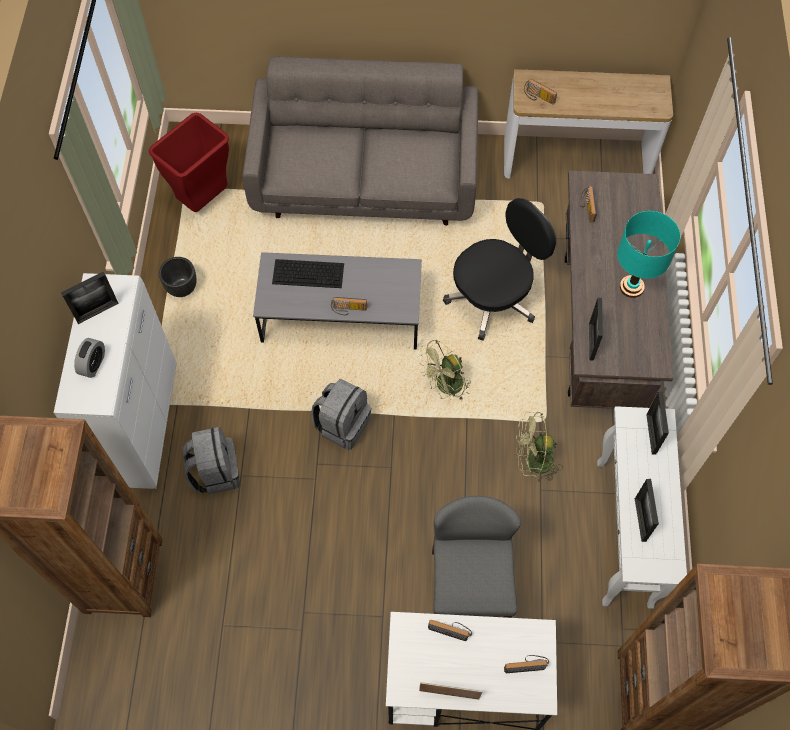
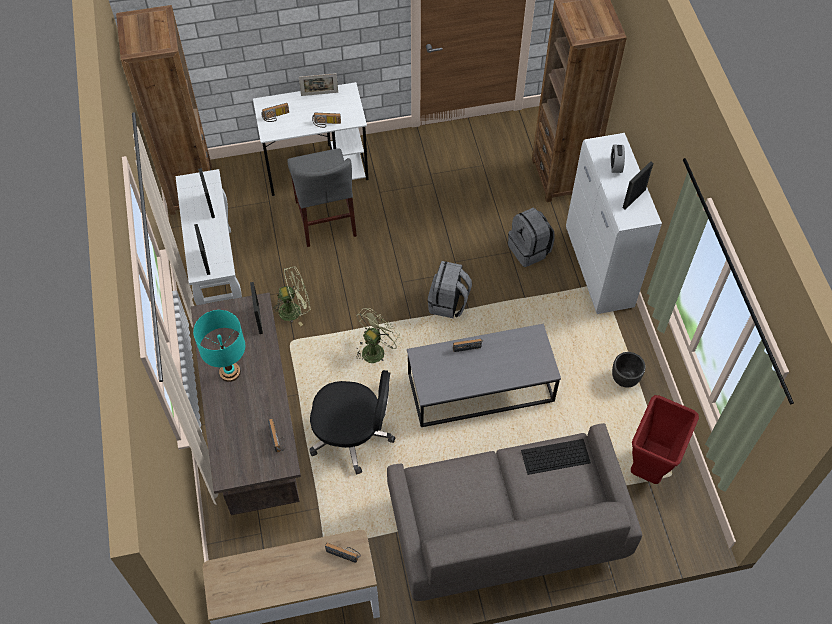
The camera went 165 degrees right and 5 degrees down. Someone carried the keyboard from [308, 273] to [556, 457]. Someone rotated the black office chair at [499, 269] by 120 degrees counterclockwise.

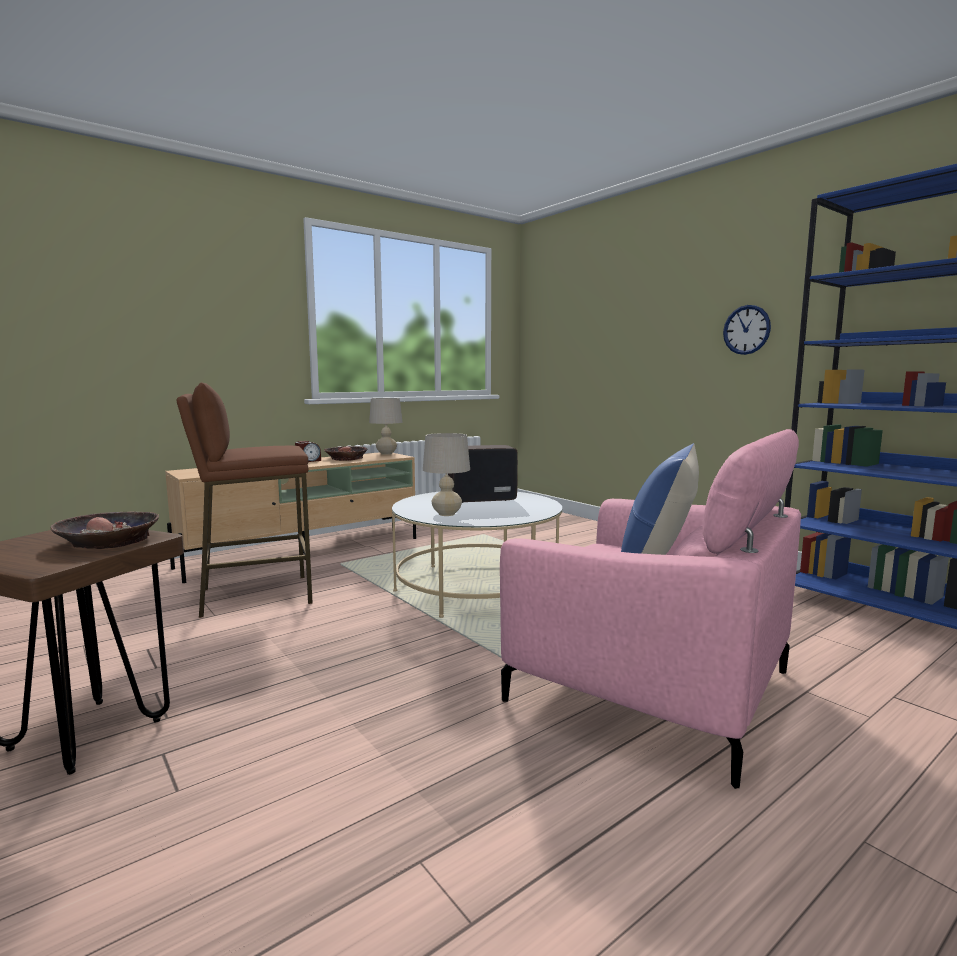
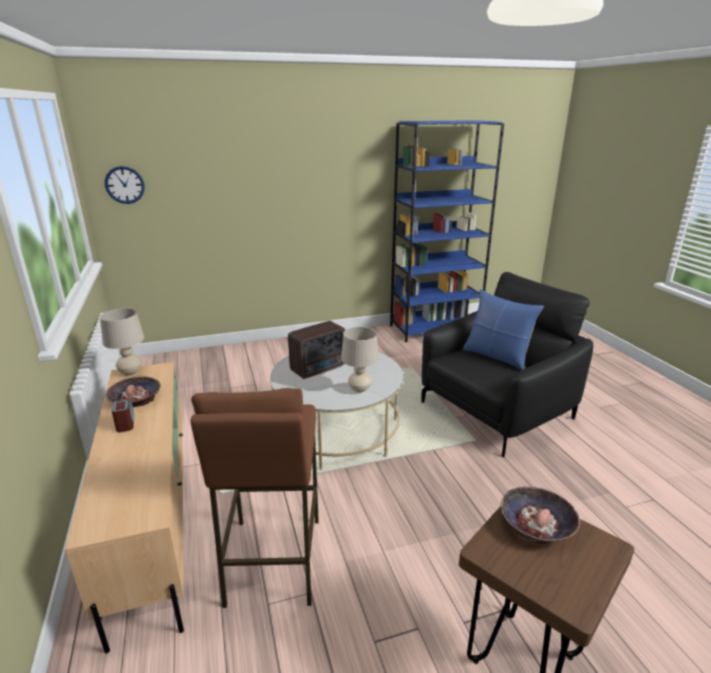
The camera went 70 degrees left and 15 degrees up. Someone rotated the radio at [483, 474] by 135 degrees counterclockwise. Someone repainted the pink armchair at [650, 609], which became the black armchair at [507, 364]. Someone carried the wall clock from [747, 330] to [125, 185].

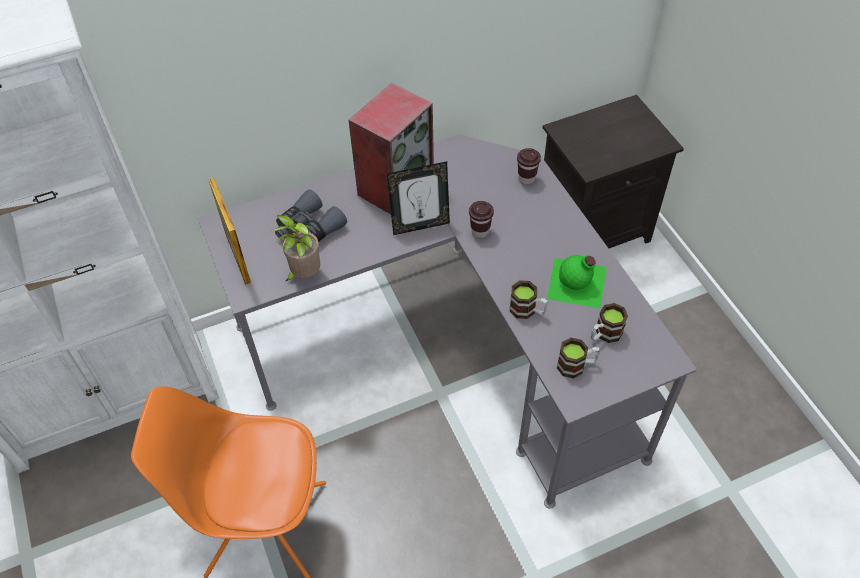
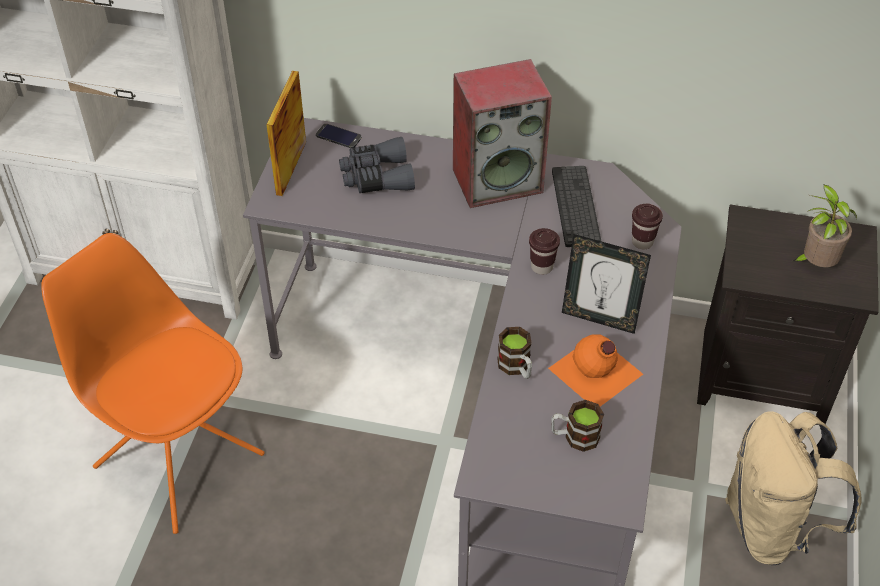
The camera went 35 degrees right and 5 degrees down. Someone carried the potted plant from [295, 248] to [825, 226]. Someone carried the picture frame from [418, 198] to [606, 284]. Someone repainted the green bottle at [576, 281], which became the orange bottle at [595, 370]. Someone took away the mug at [578, 358]. Someone put down the phone at [339, 136]. Someone put down the keyboard at [576, 206]. Someone put down the beige backpack at [793, 488].

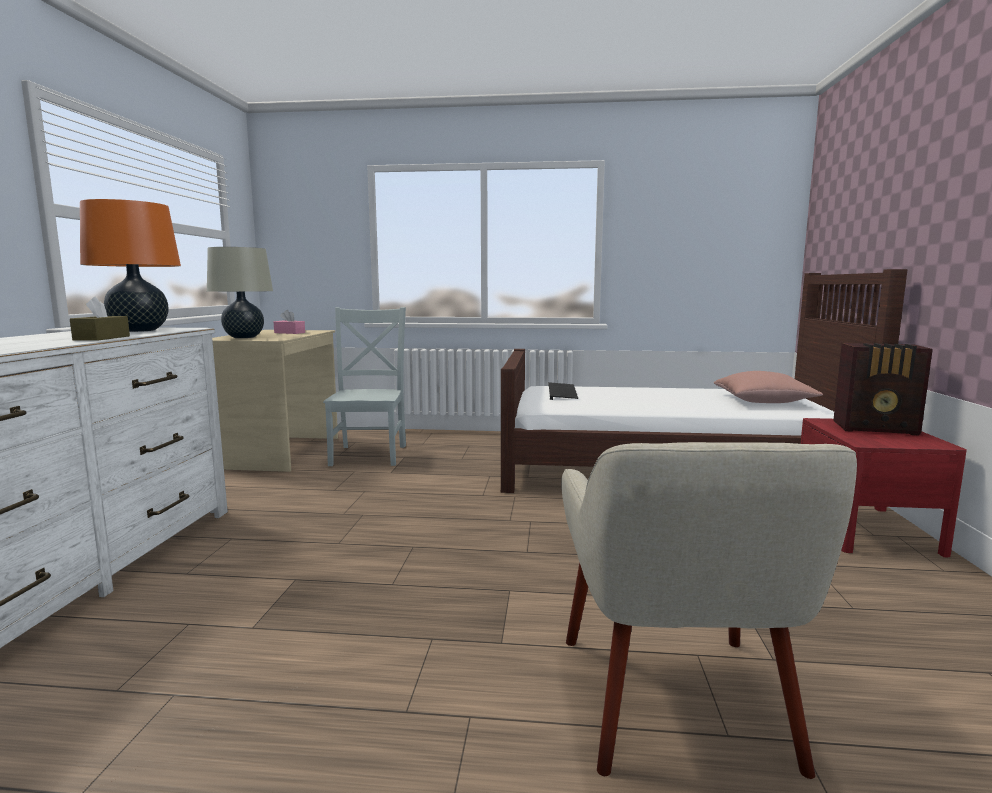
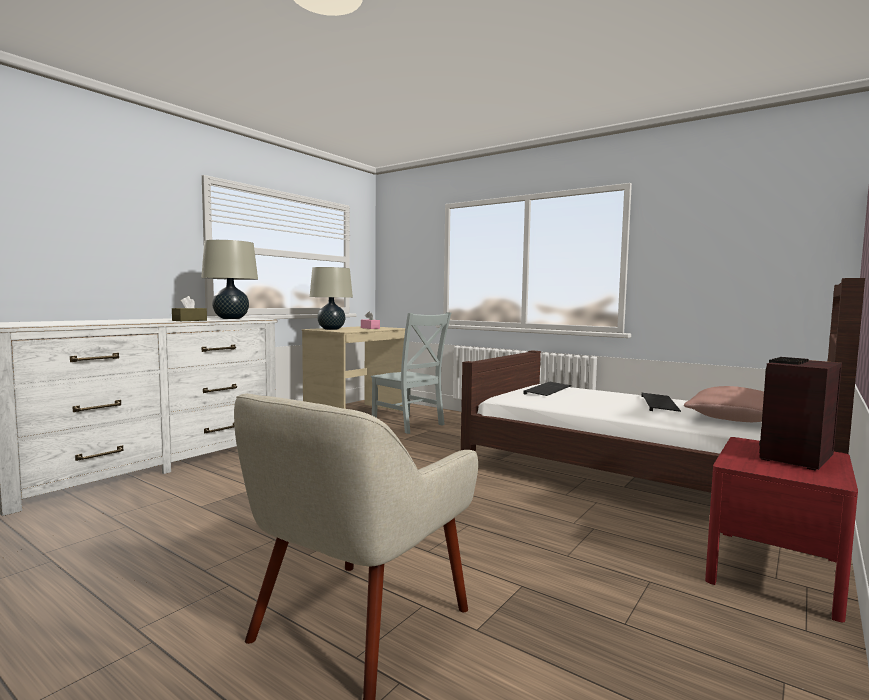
The camera went 30 degrees right and 5 degrees down. Someone repainted the orange table lamp at [130, 265], which became the beige table lamp at [229, 279]. Someone rotated the grey chair at [364, 386] by 105 degrees clockwise. Someone rotated the radio at [883, 389] by 90 degrees clockwise. Someone put down the keyboard at [661, 402].

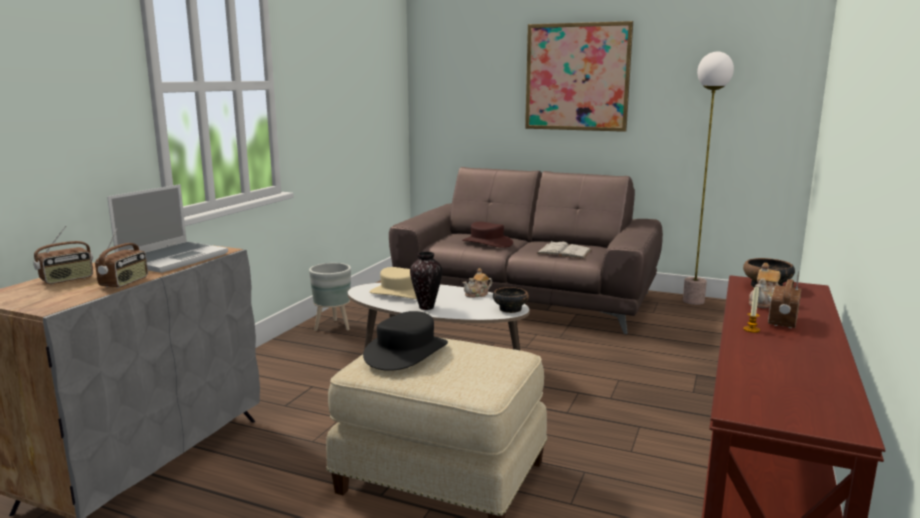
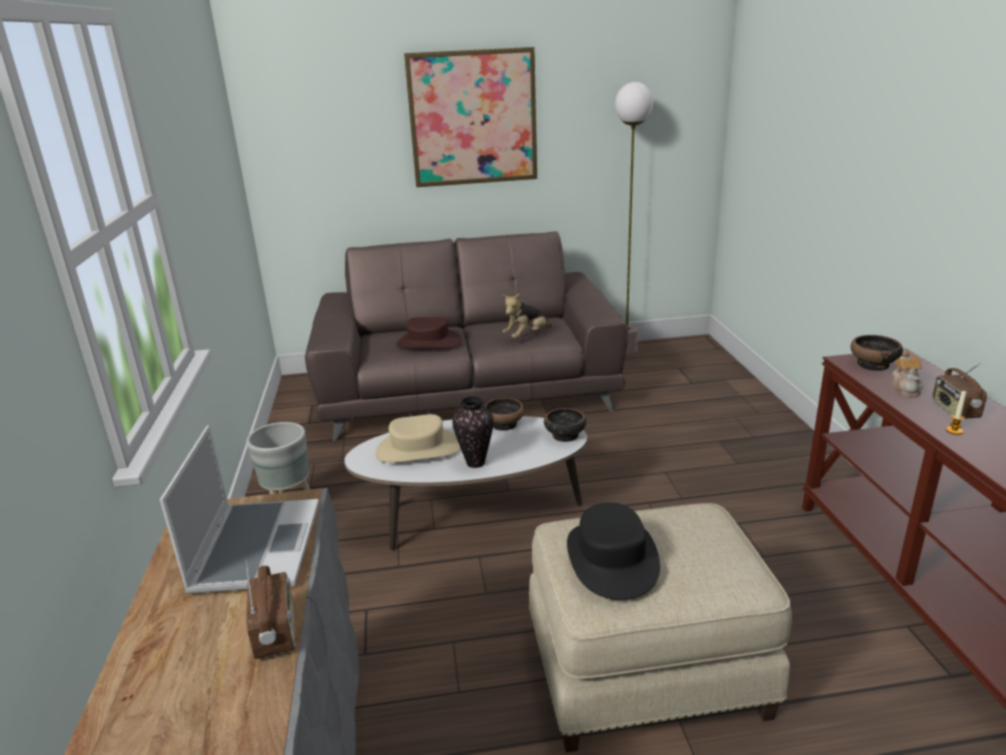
The camera went 30 degrees left and 10 degrees up. Someone took away the radio at [63, 255]. Someone swapped the teapot at [477, 283] for the bowl at [504, 414]. Someone swapped the white book at [563, 250] for the plush toy at [527, 316].

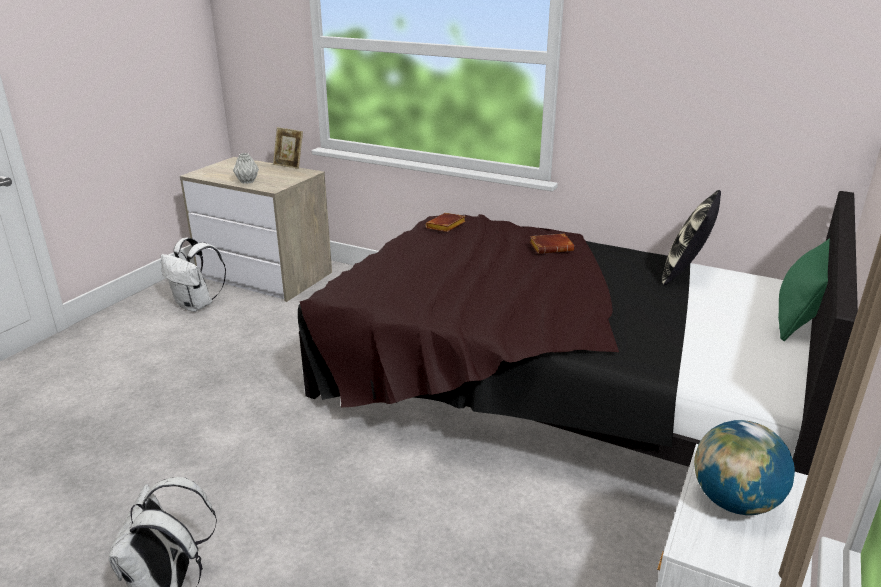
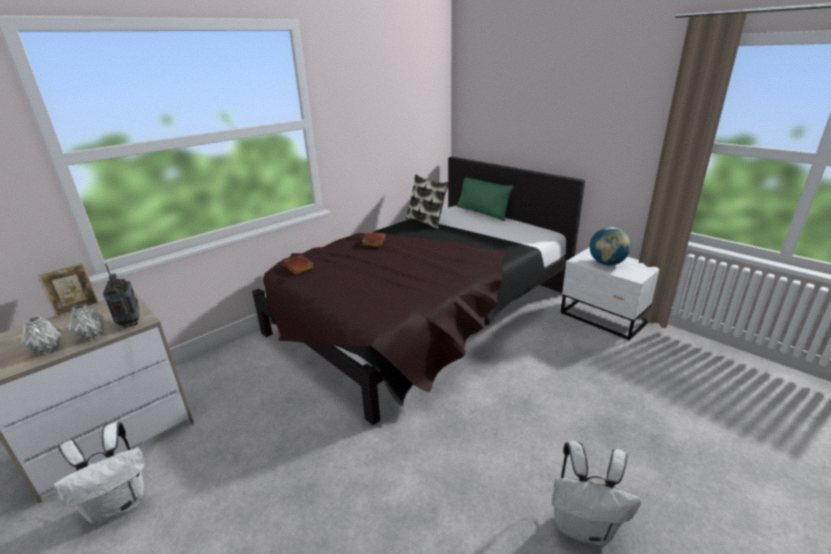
The camera went 70 degrees left and 0 degrees up. Someone put down the grey vase at [41, 335]. Someone put down the radio at [121, 295].

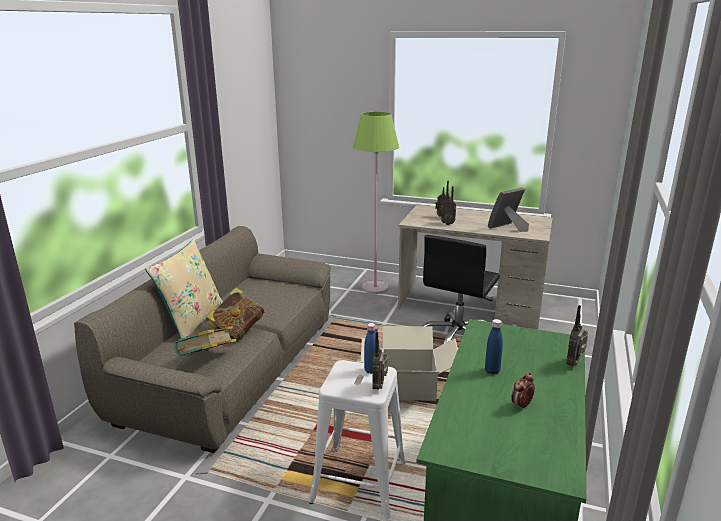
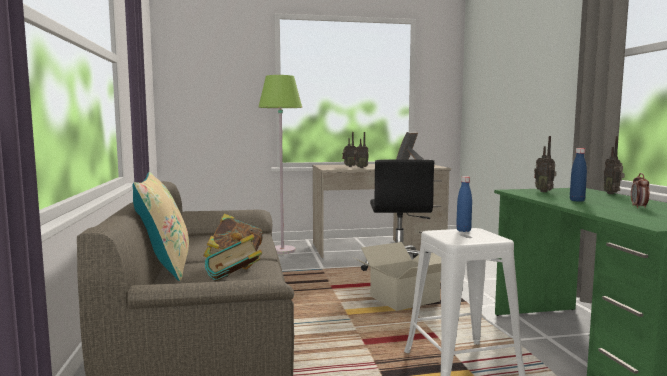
The camera went 30 degrees left and 15 degrees down. Someone carried the radio from [380, 360] to [545, 164].

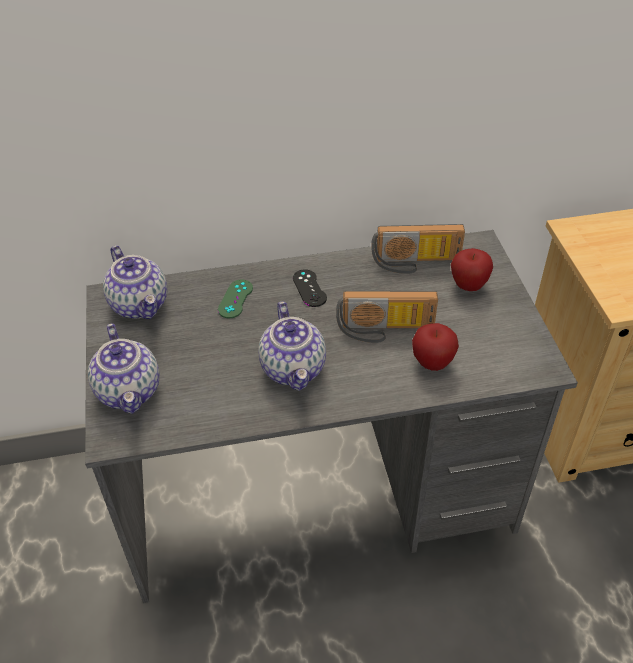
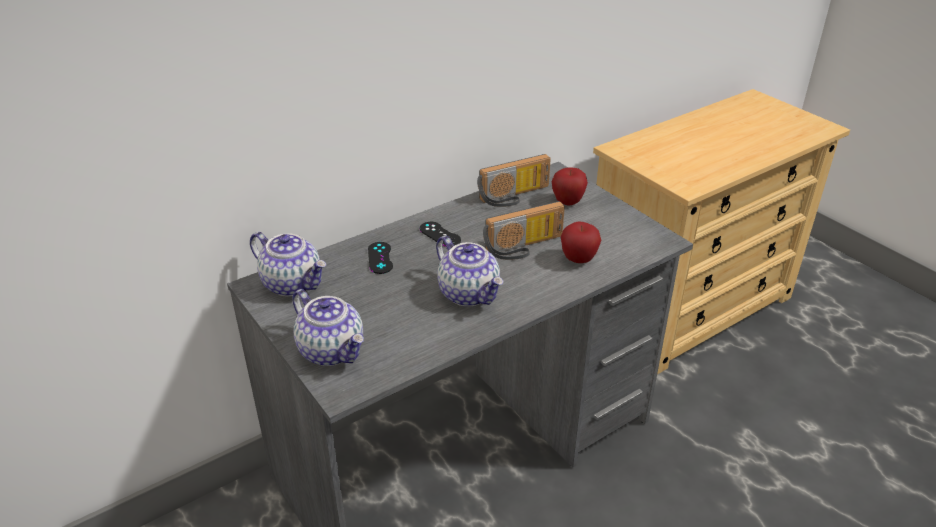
The camera went 25 degrees left and 10 degrees down. Someone repainted the green game controller at [235, 299], which became the black game controller at [380, 258].

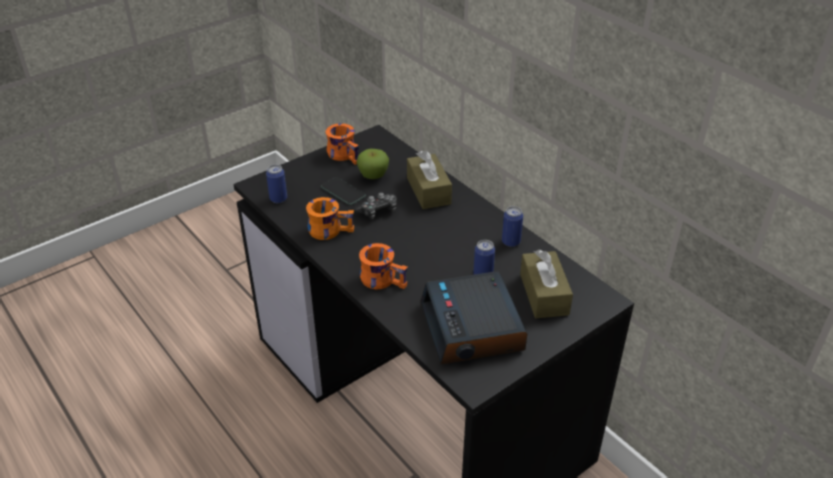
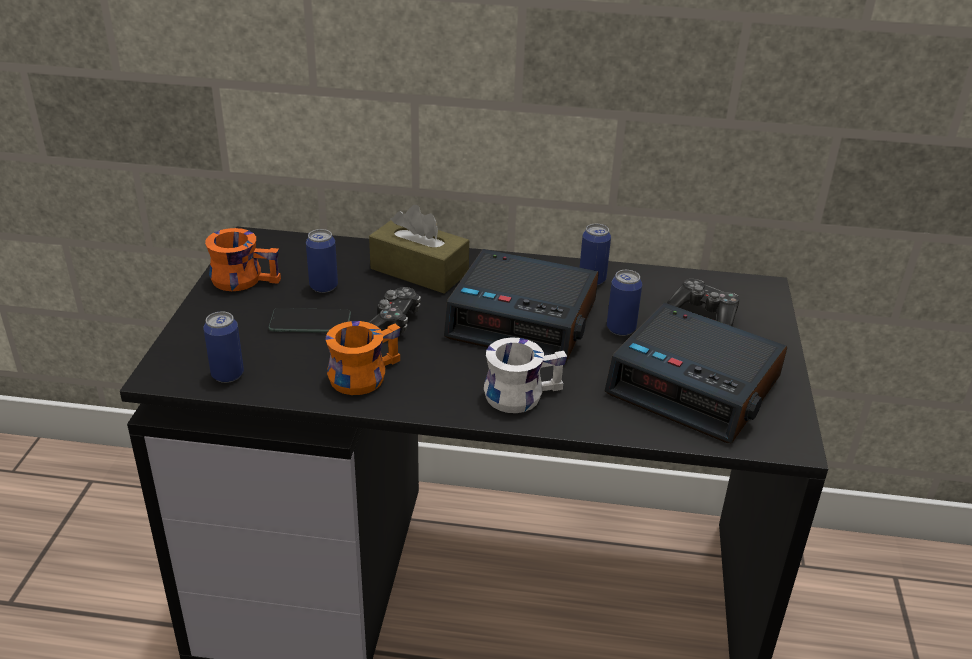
The camera went 45 degrees left and 5 degrees down. Someone swapped the apple at [372, 164] for the can at [322, 261]. Someone repainted the orange mug at [383, 266], which became the white mug at [525, 375]. Someone swapped the brown tissue box at [546, 284] for the game controller at [703, 302]. Someone put down the alarm clock at [521, 306].

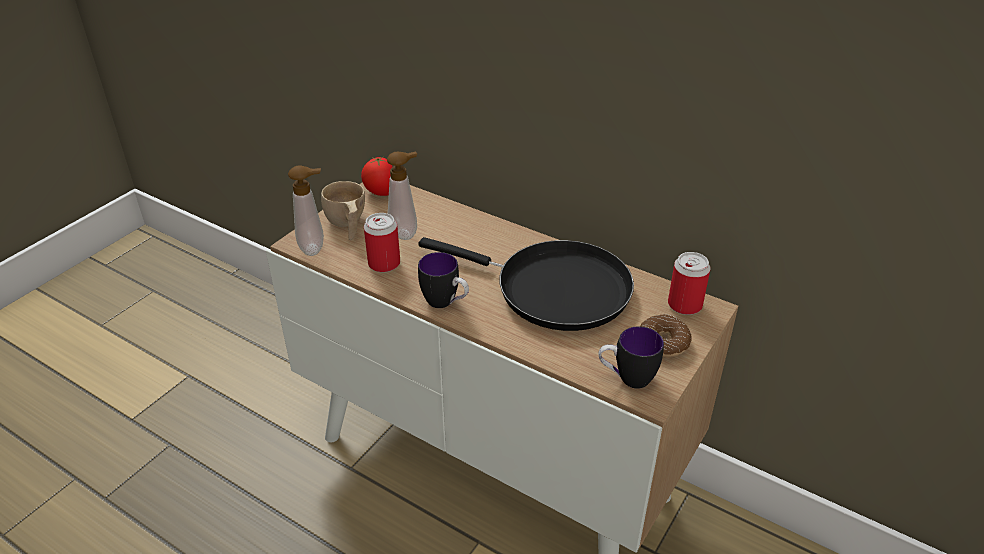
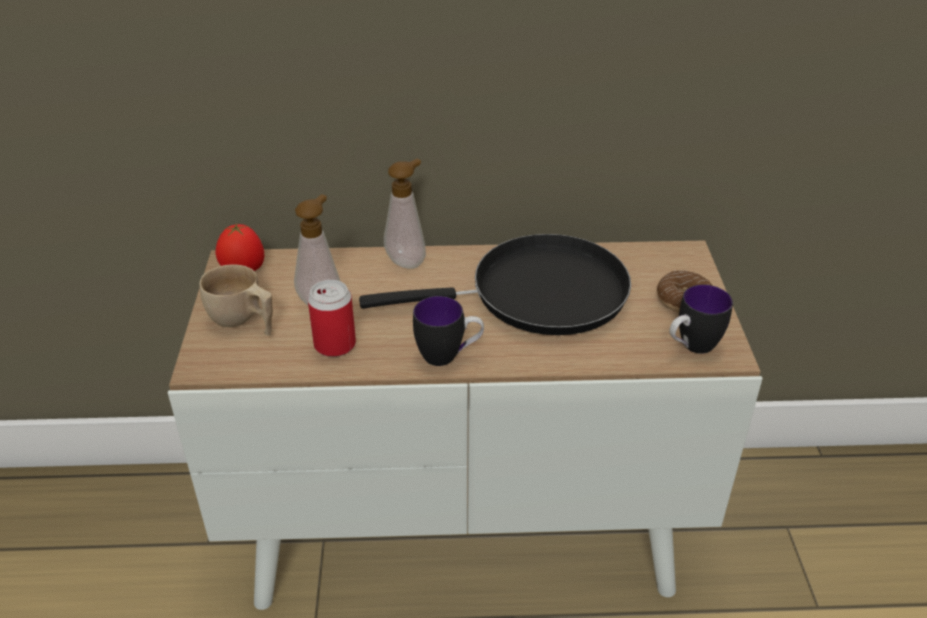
The camera went 35 degrees left and 0 degrees up. Someone carried the soap dispenser from [306, 211] to [405, 214]. Someone took away the can at [689, 283].

